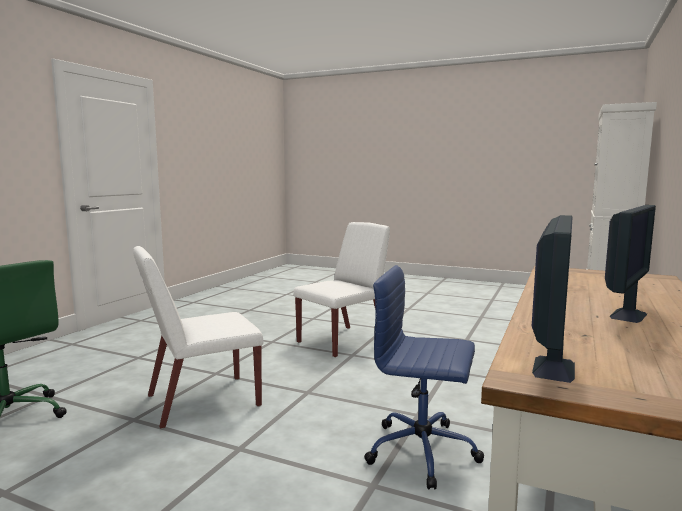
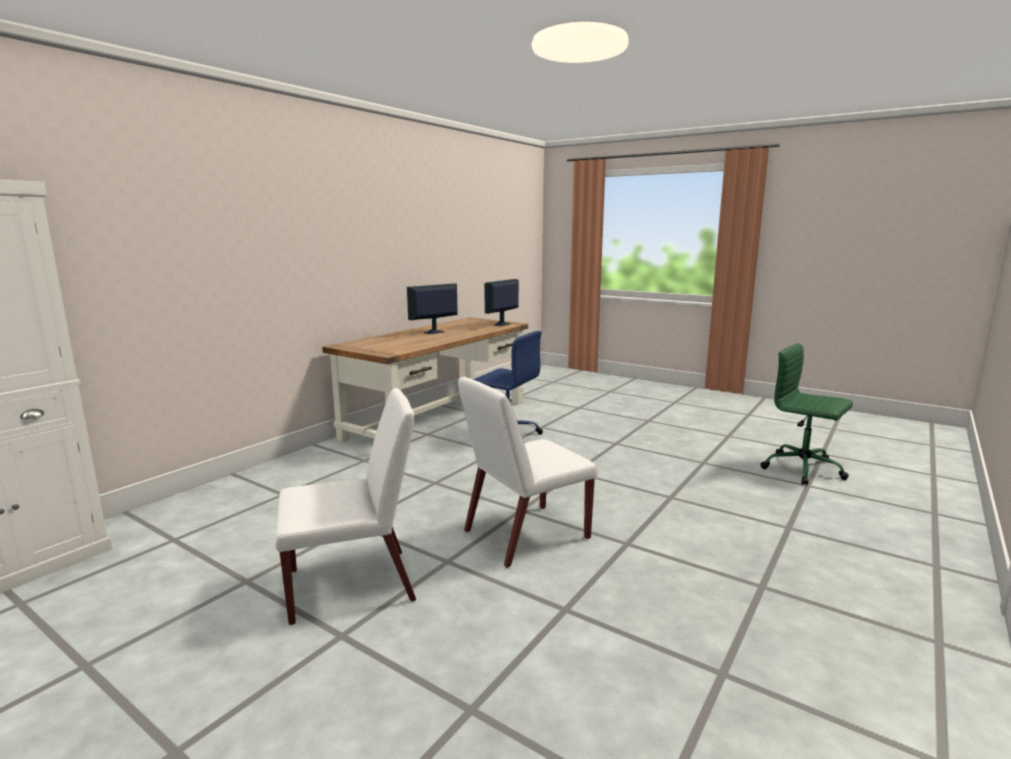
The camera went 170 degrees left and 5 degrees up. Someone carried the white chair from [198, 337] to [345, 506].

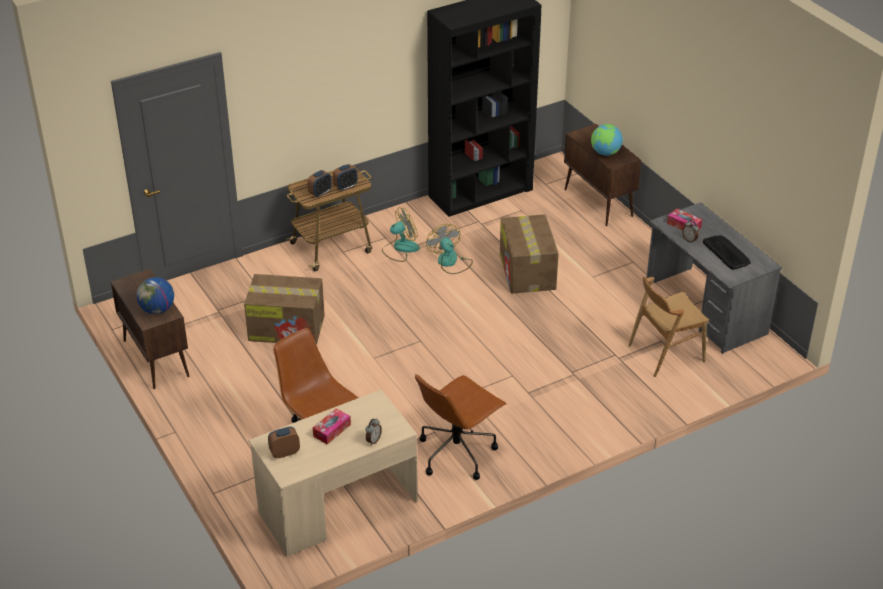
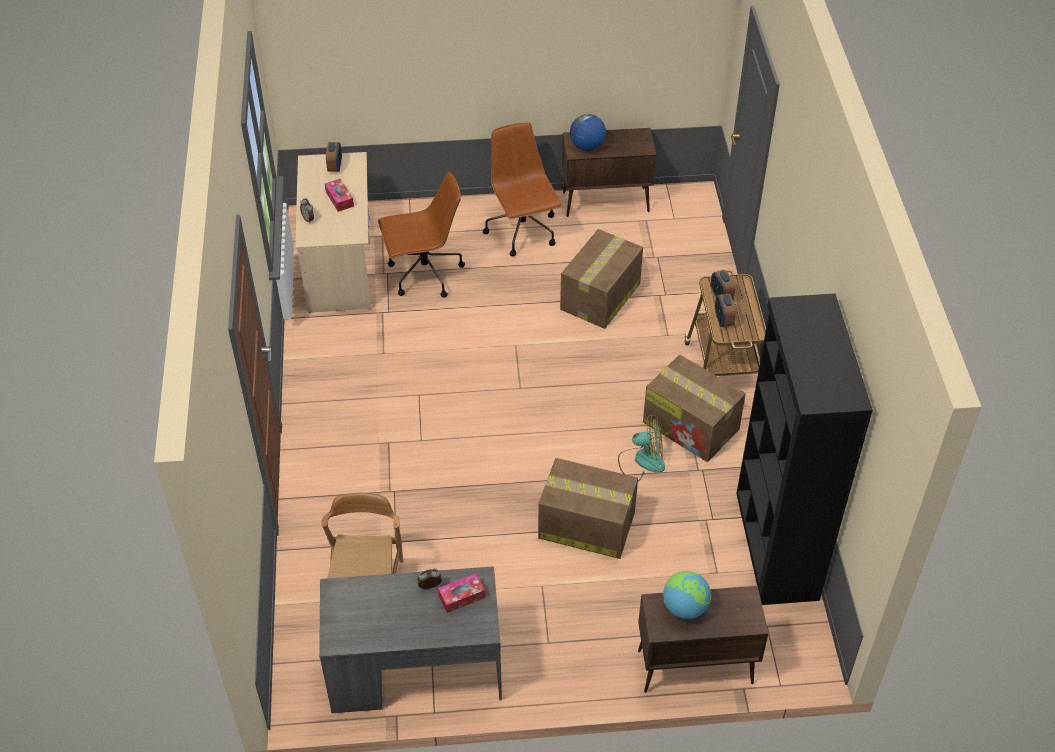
The camera went 115 degrees right and 10 degrees up. Someone swapped the fan at [401, 235] for the cardboard box at [694, 408]. Someone carried the brown office chair from [461, 427] to [522, 189]. Someone took away the keyboard at [727, 252].

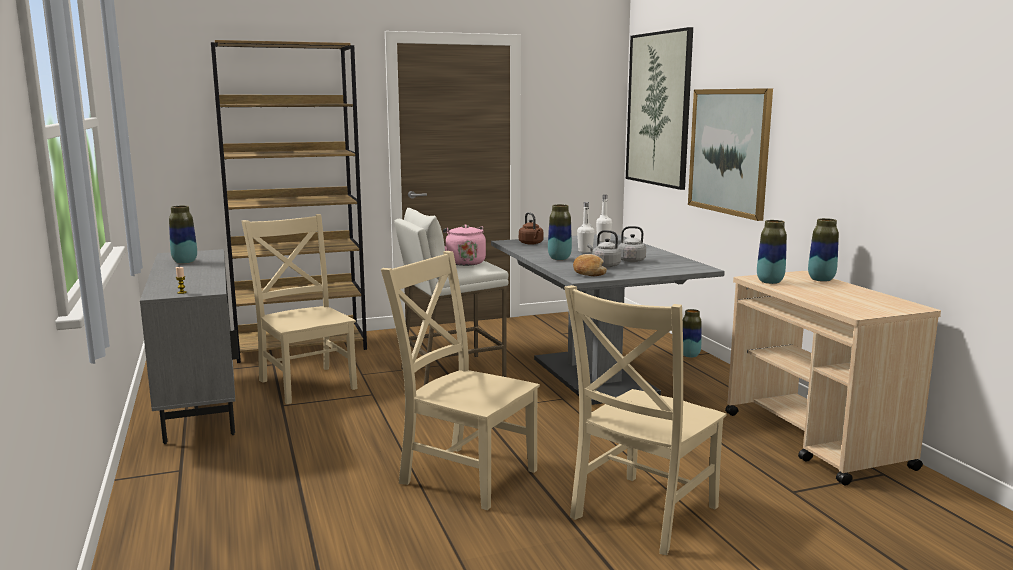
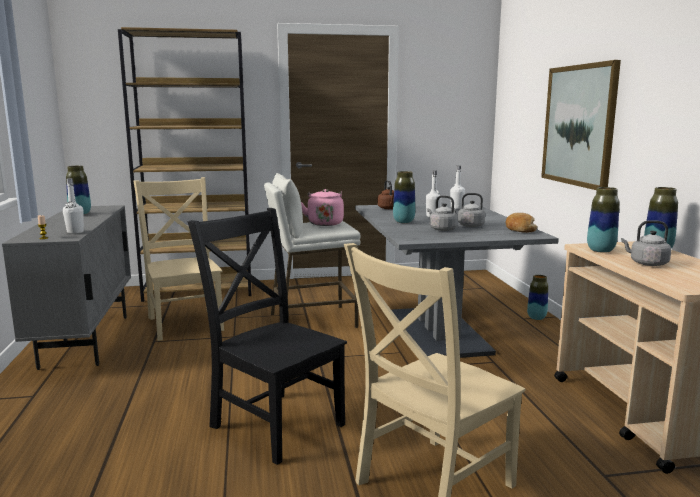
The camera went 10 degrees right and 0 degrees up. Someone repainted the beige chair at [460, 380], which became the black chair at [267, 336]. Someone carried the bread from [590, 265] to [522, 222]. Someone took away the picture at [659, 108]. Someone put down the white bottle at [73, 206]. Someone put down the grey kettle at [646, 243].

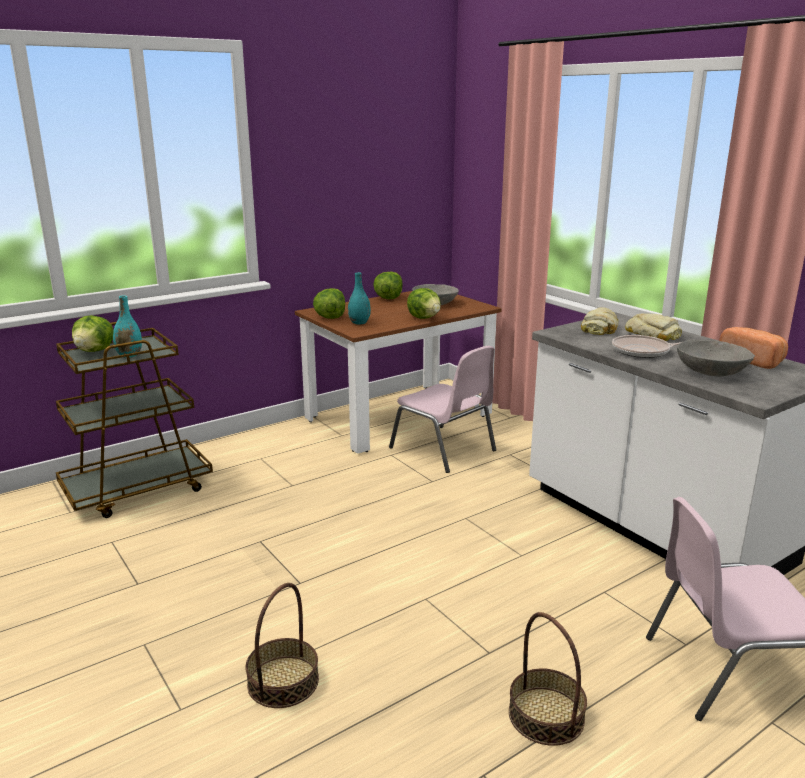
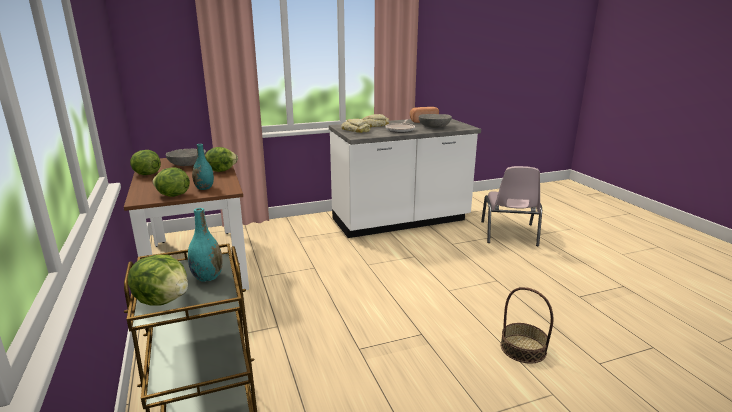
The camera went 75 degrees left and 0 degrees up. Someone took away the pink chair at [442, 409]. Someone took away the basket at [548, 679].

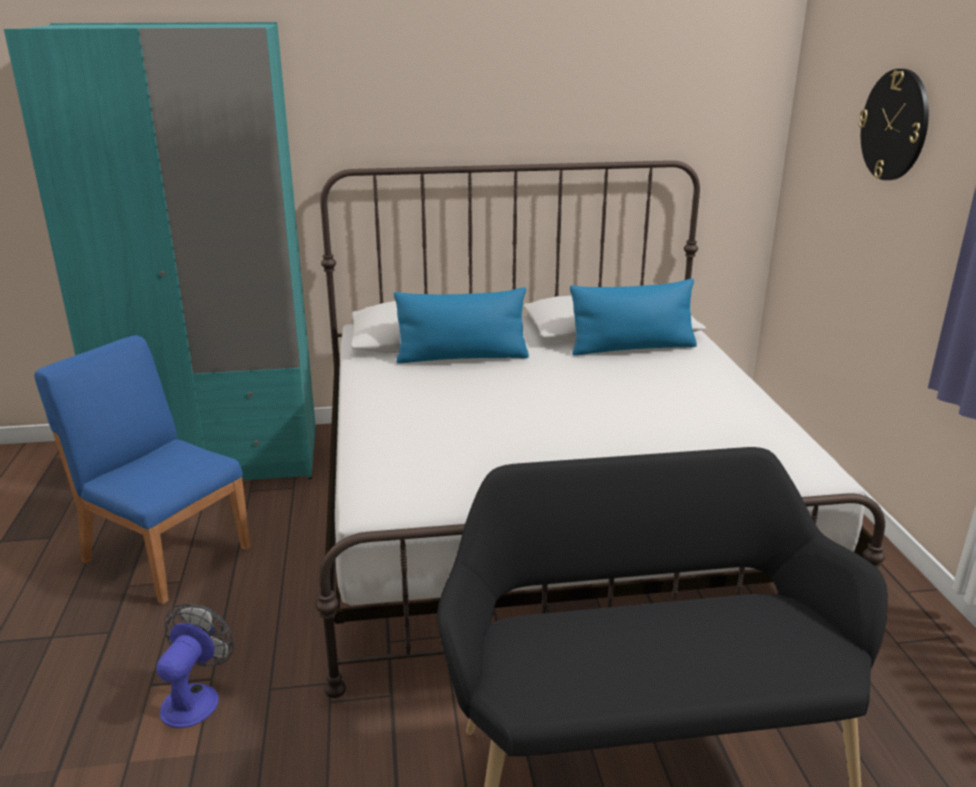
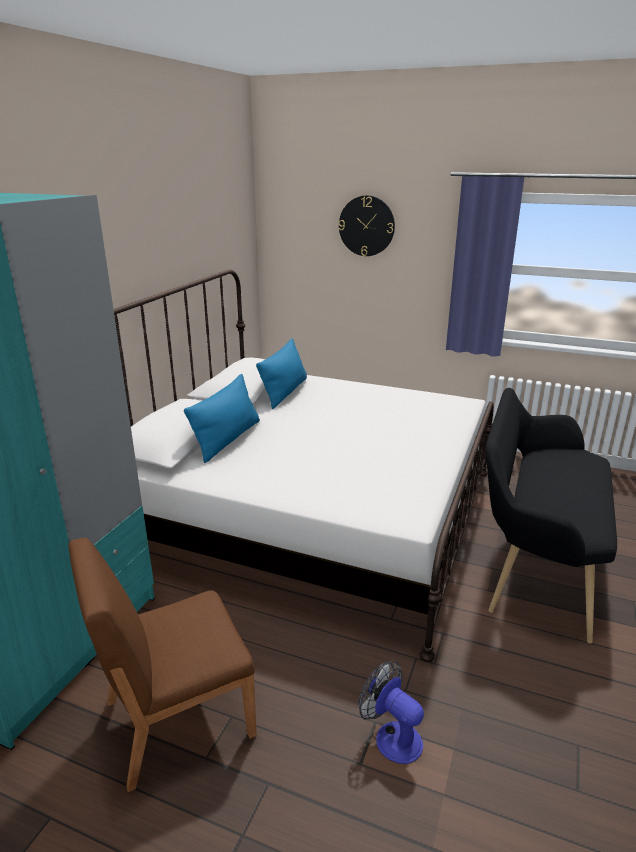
The camera went 60 degrees left and 0 degrees up. Someone repainted the blue chair at [142, 469], which became the brown chair at [162, 665].

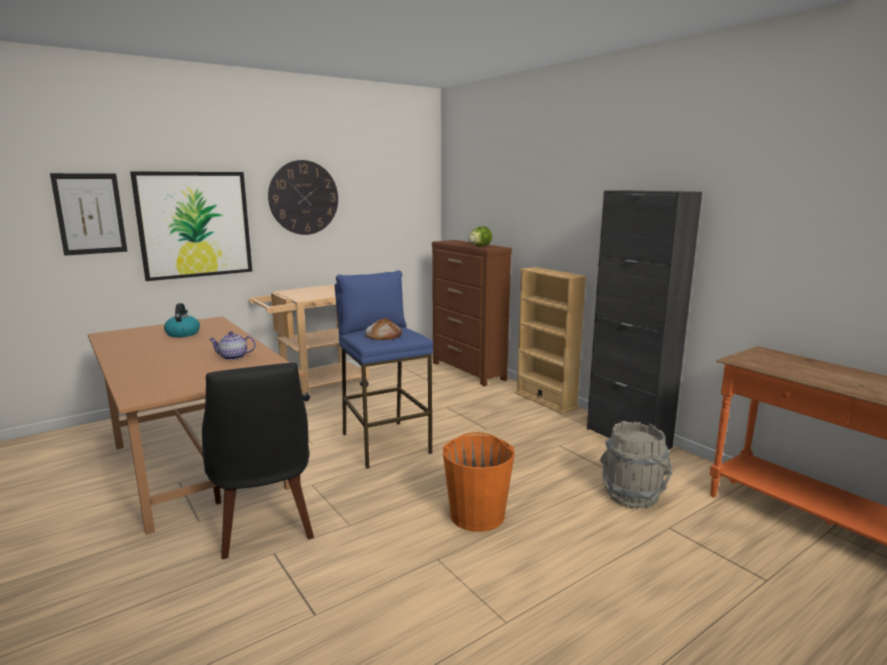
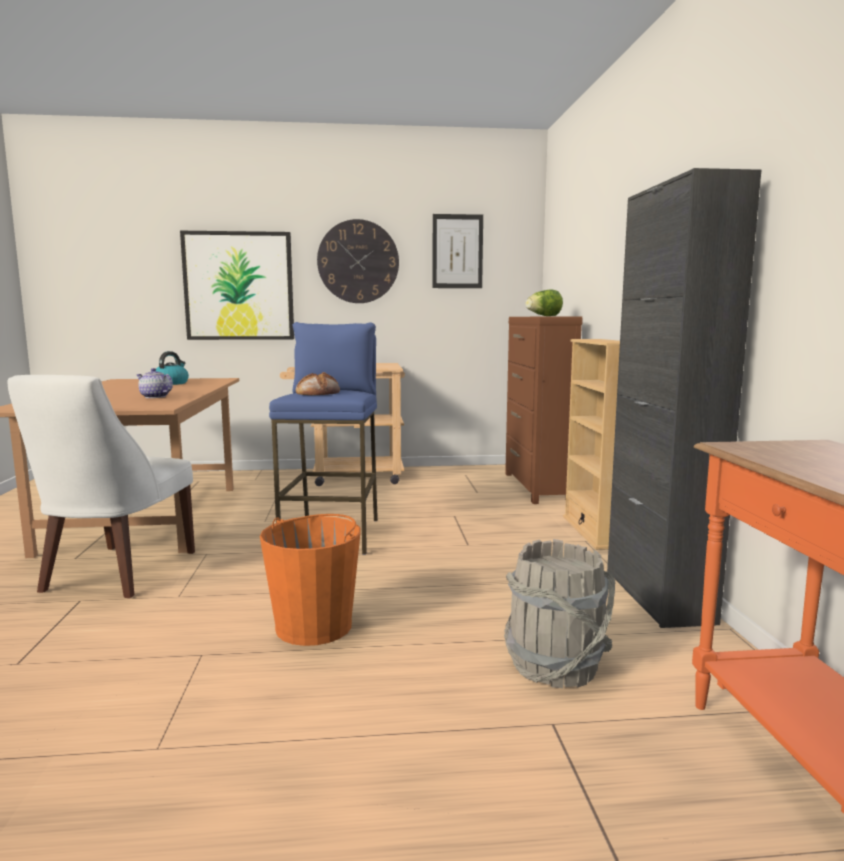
The camera went 30 degrees right and 5 degrees down. Someone carried the picture from [88, 214] to [457, 251]. Someone repainted the black chair at [258, 461], which became the white chair at [101, 486].

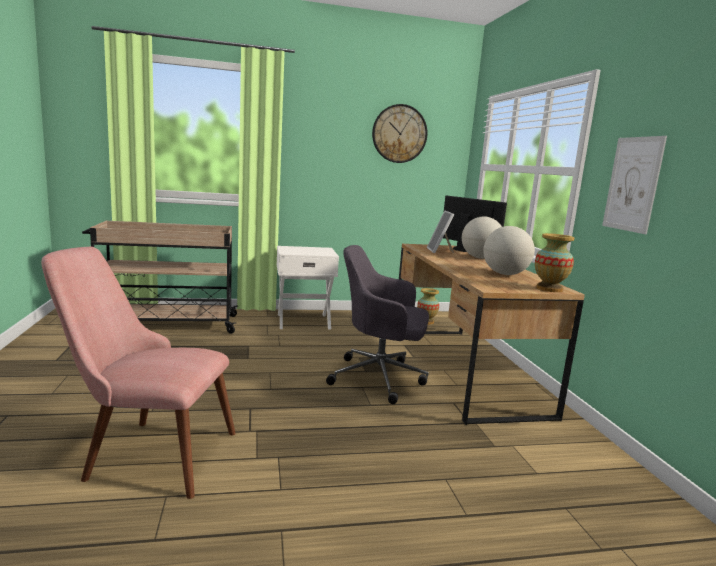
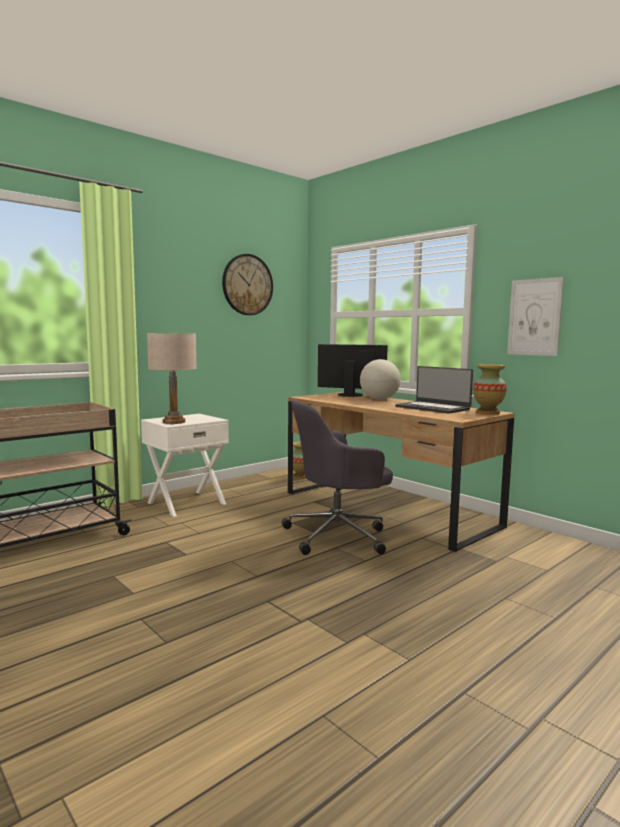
The camera went 30 degrees left and 5 degrees down. Someone took away the pink chair at [138, 373]. Someone took away the picture frame at [440, 232]. Someone swapped the globe at [509, 250] for the laptop at [434, 390]. Someone put down the beige table lamp at [172, 378].

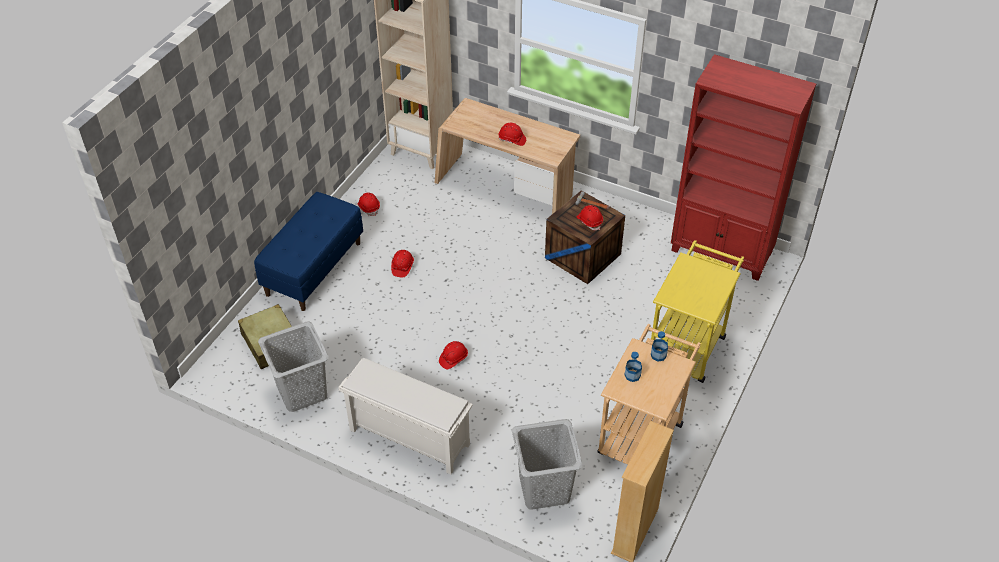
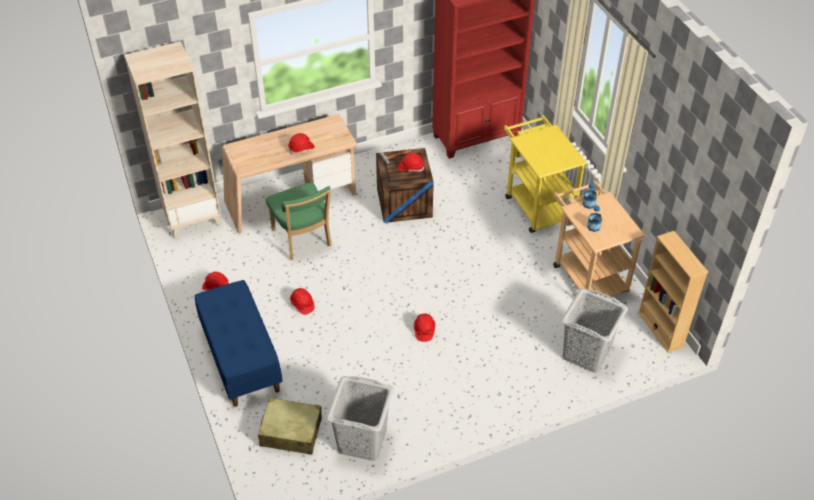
The camera went 50 degrees left and 0 degrees up. Someone took away the white shoe rack at [405, 416]. Someone put down the green chair at [299, 221].

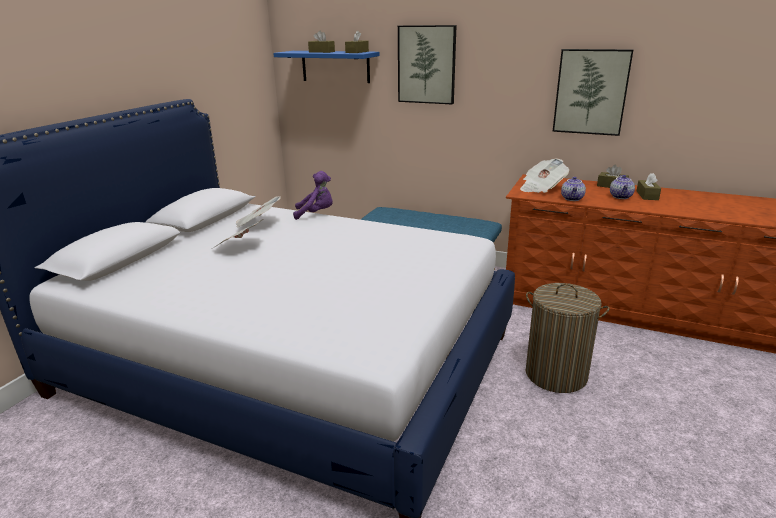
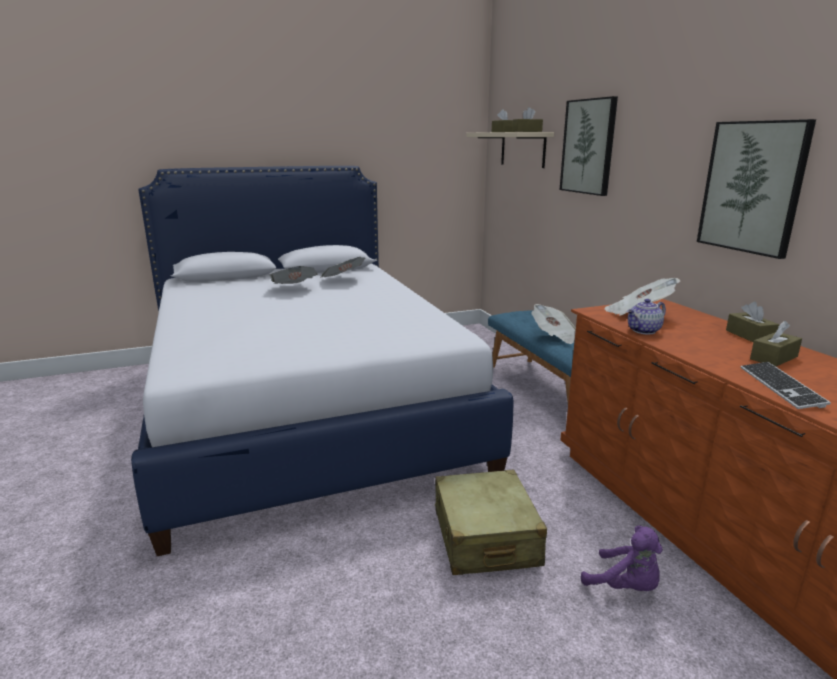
The camera went 45 degrees right and 5 degrees down. Someone repainted the blue shelf at [326, 67], which became the beige shelf at [510, 150]. Someone carried the purple plush toy from [313, 195] to [622, 558]. Someone swapped the laundry basket at [568, 338] for the beige suitcase at [491, 522]. Someone took away the teapot at [622, 187]. Someone put down the newspaper at [553, 324]. Someone put down the keyboard at [785, 385].

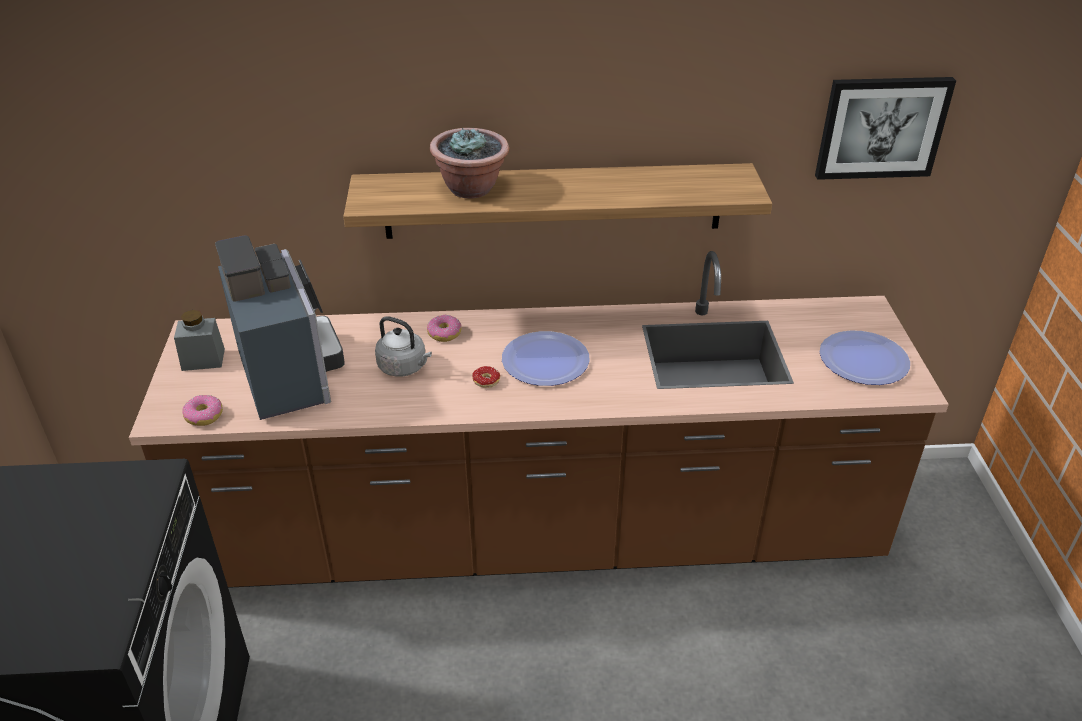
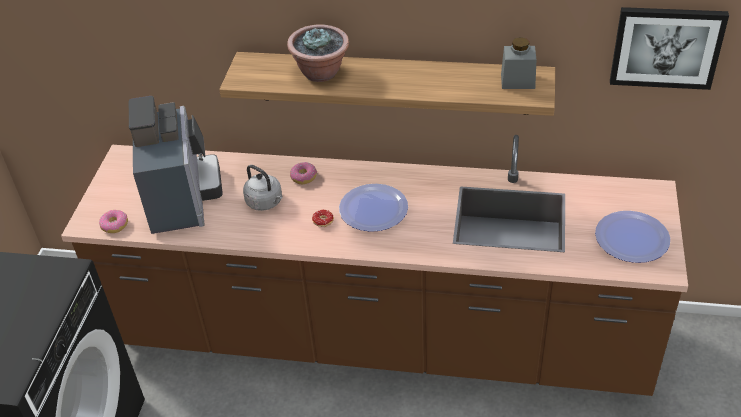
The camera went 15 degrees right and 5 degrees up. Someone carried the grey jar from [199, 340] to [518, 63].

